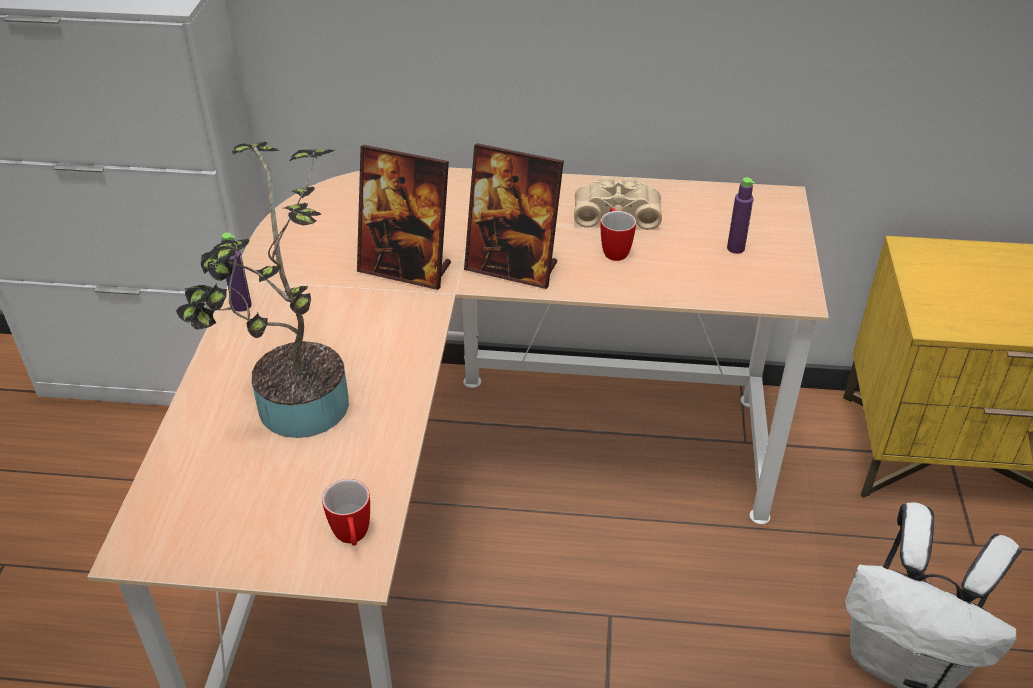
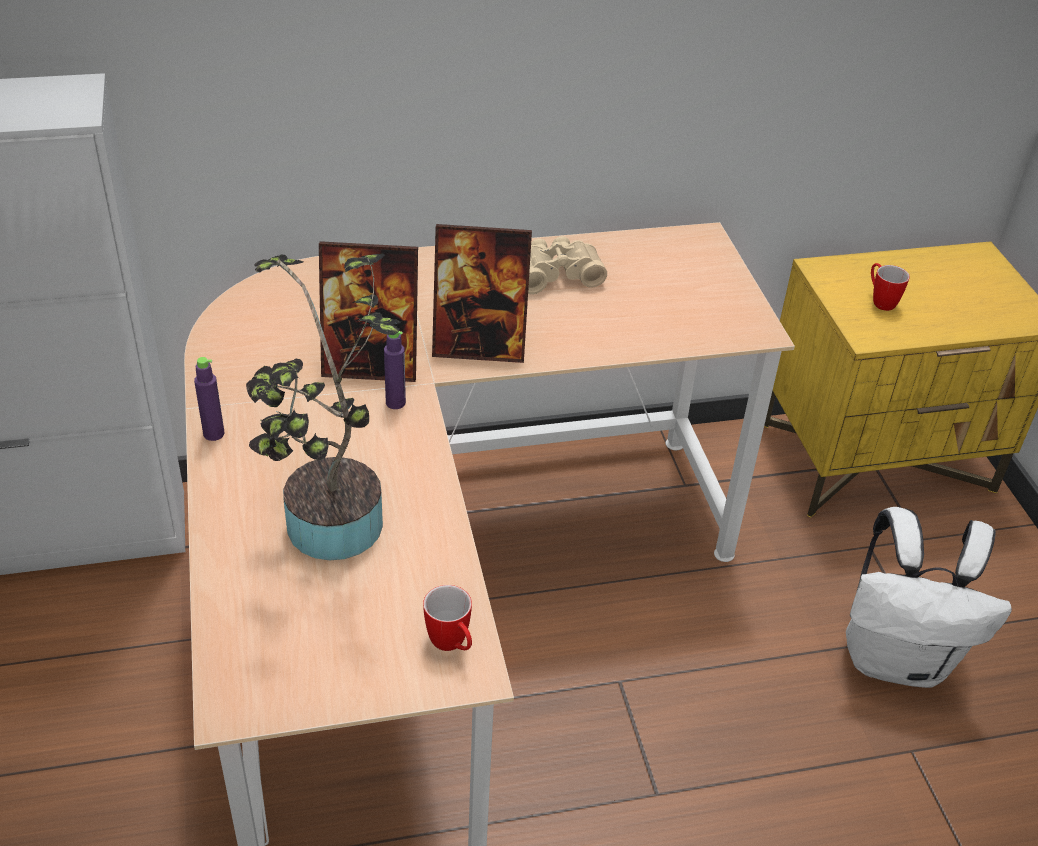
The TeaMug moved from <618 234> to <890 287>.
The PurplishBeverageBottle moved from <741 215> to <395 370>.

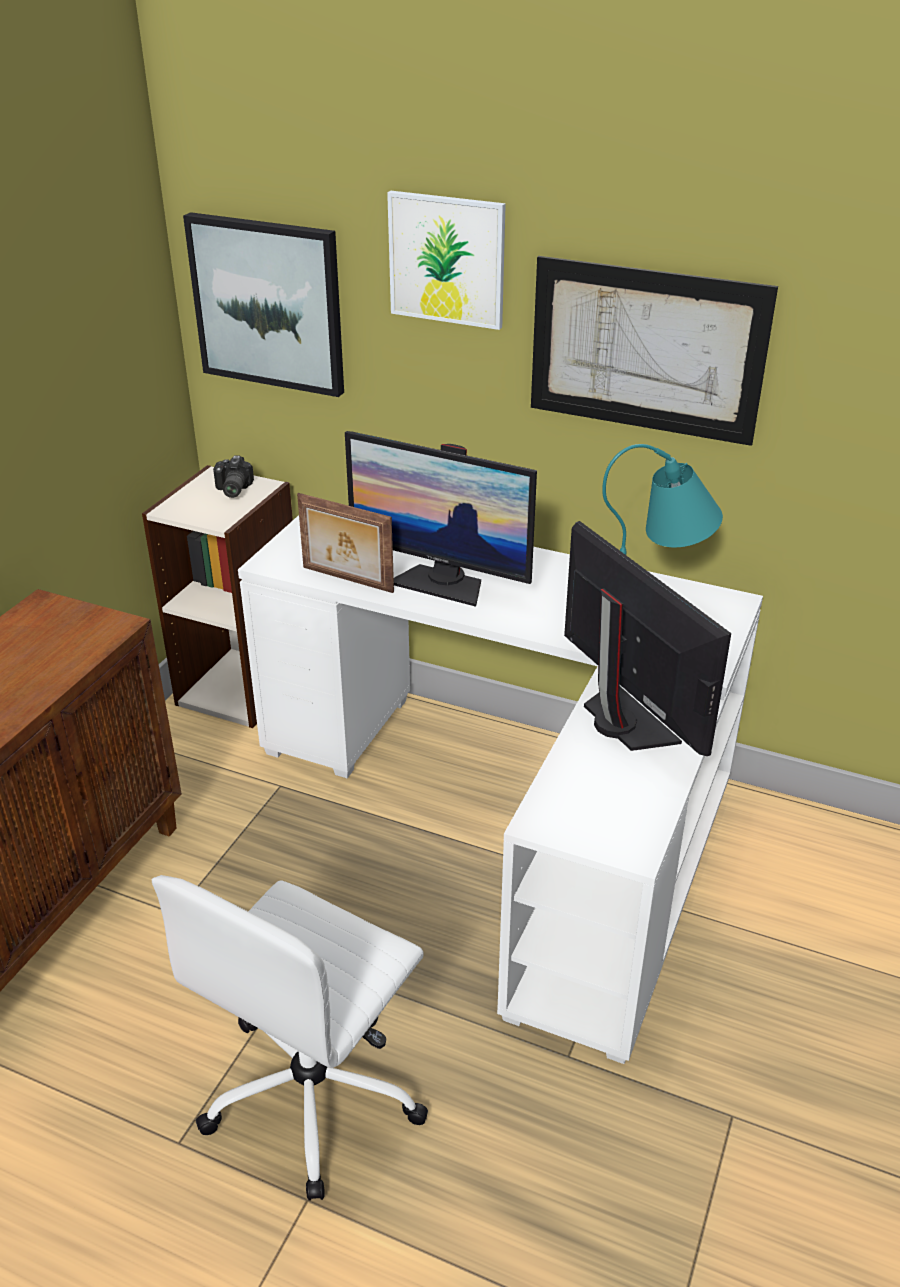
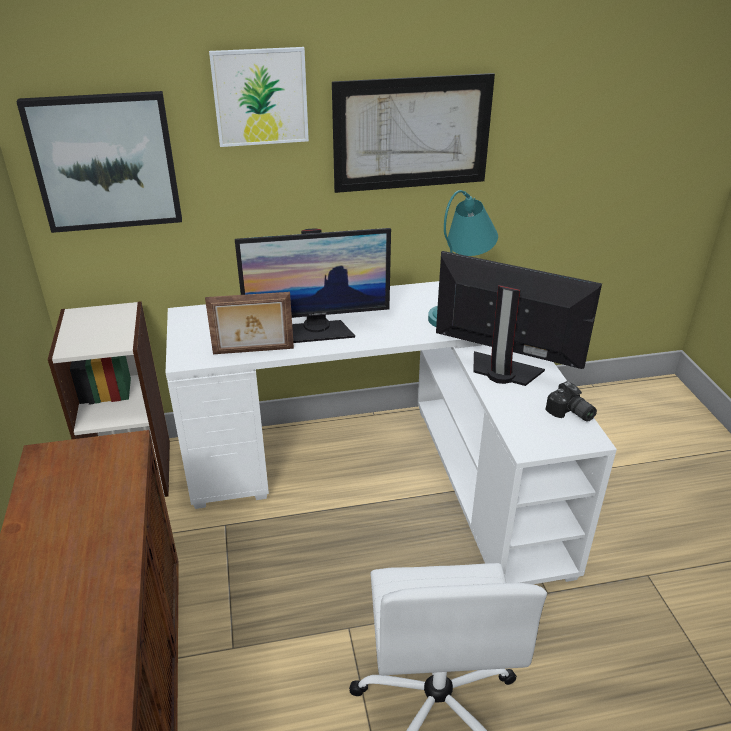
The PhotoCamera moved from <233 477> to <571 401>.

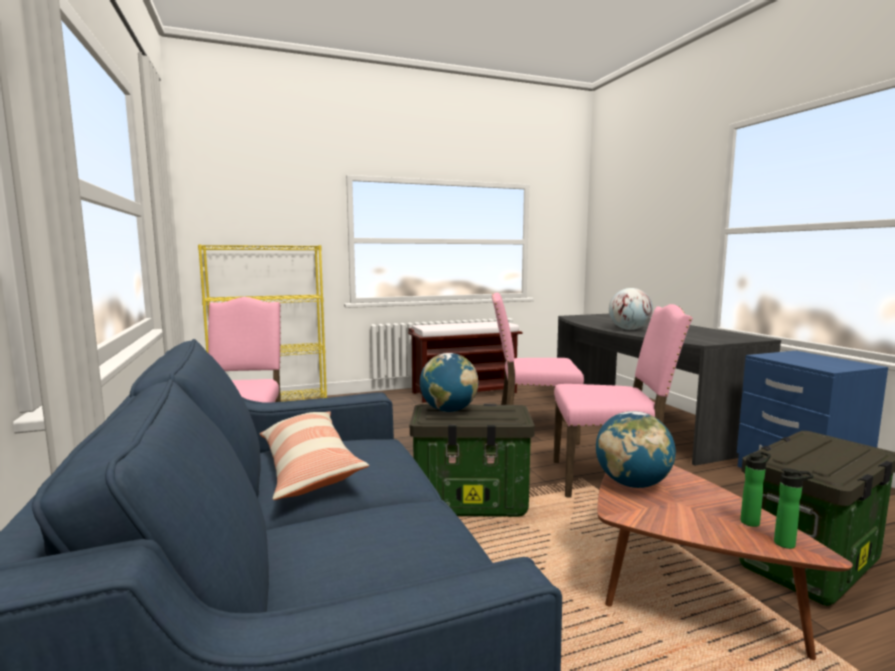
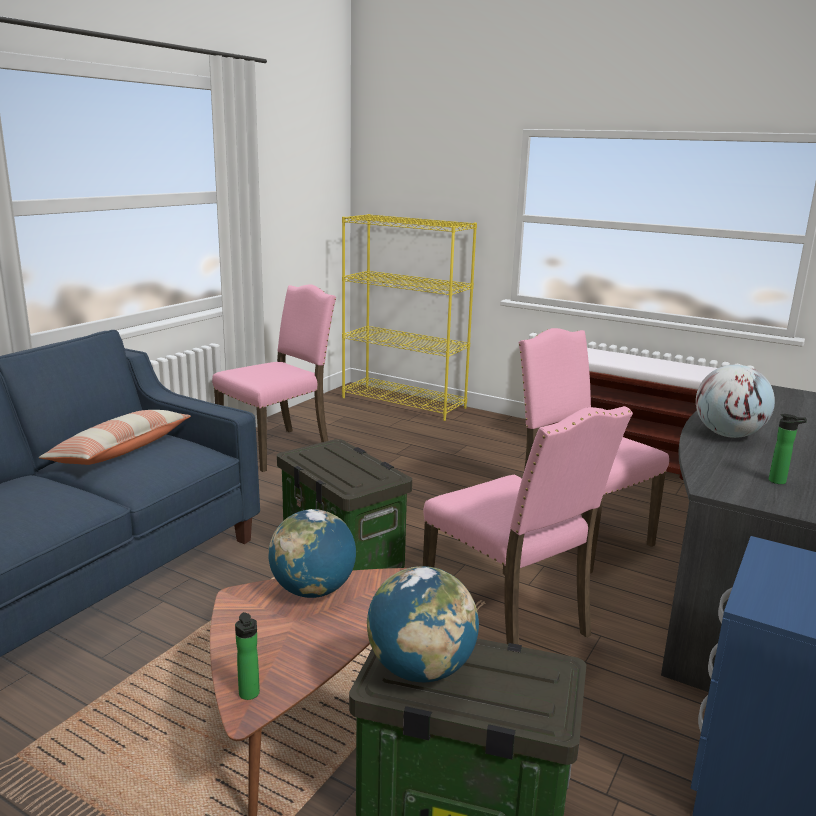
The WorldGlobe moved from <449 382> to <423 624>.
The BeverageBottle moved from <755 489> to <788 449>.

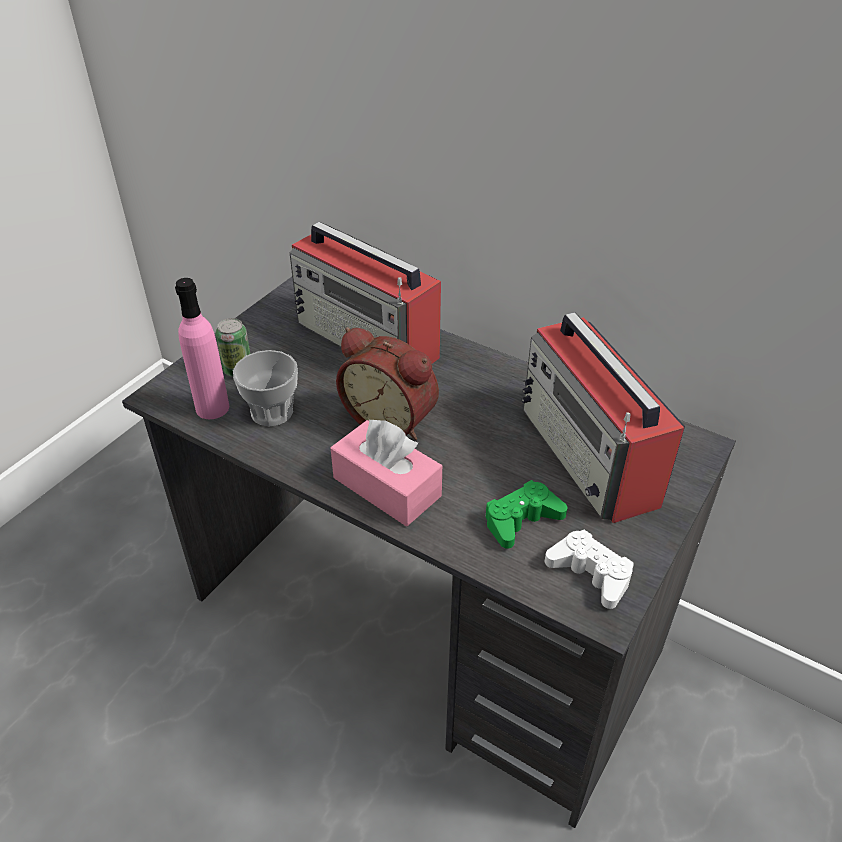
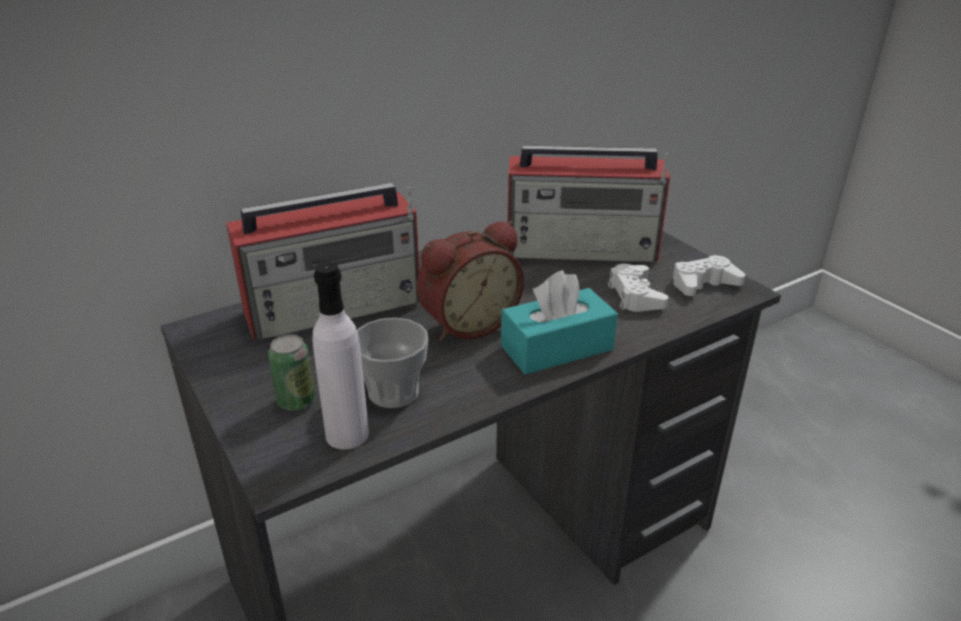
The PinkColouredBeverageBottle at <202 348> became the WhitishBeverageBottle at <340 355>.
The PinkColouredTissueHolder at <386 472> became the TurquoiseColouredTissueHolder at <559 322>.
The GreenishGamepad at <526 514> became the WhitishGamepad at <638 288>.

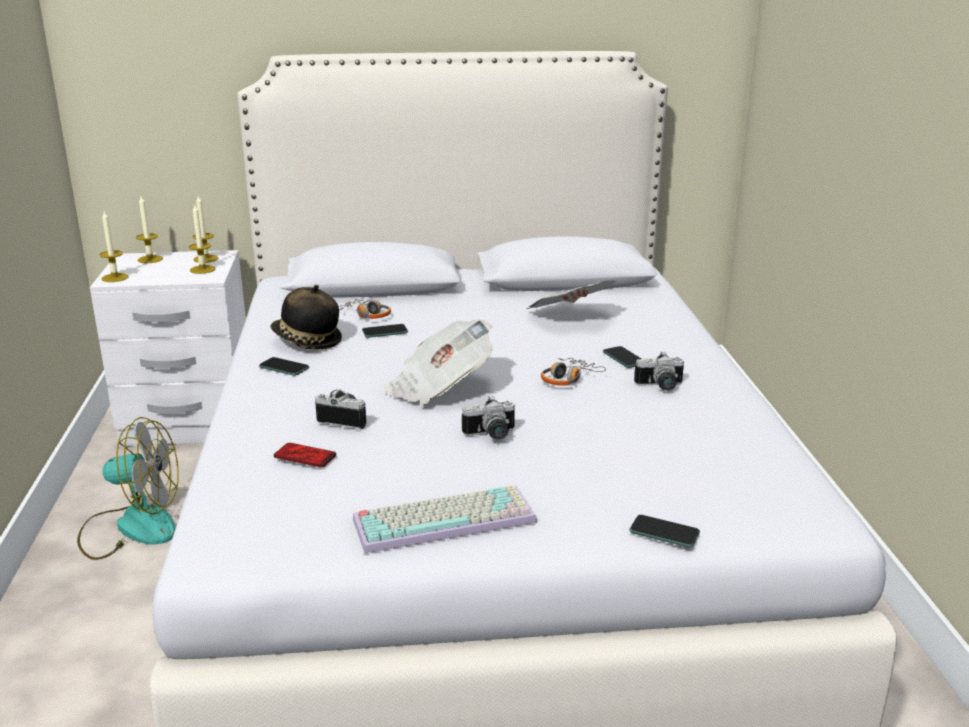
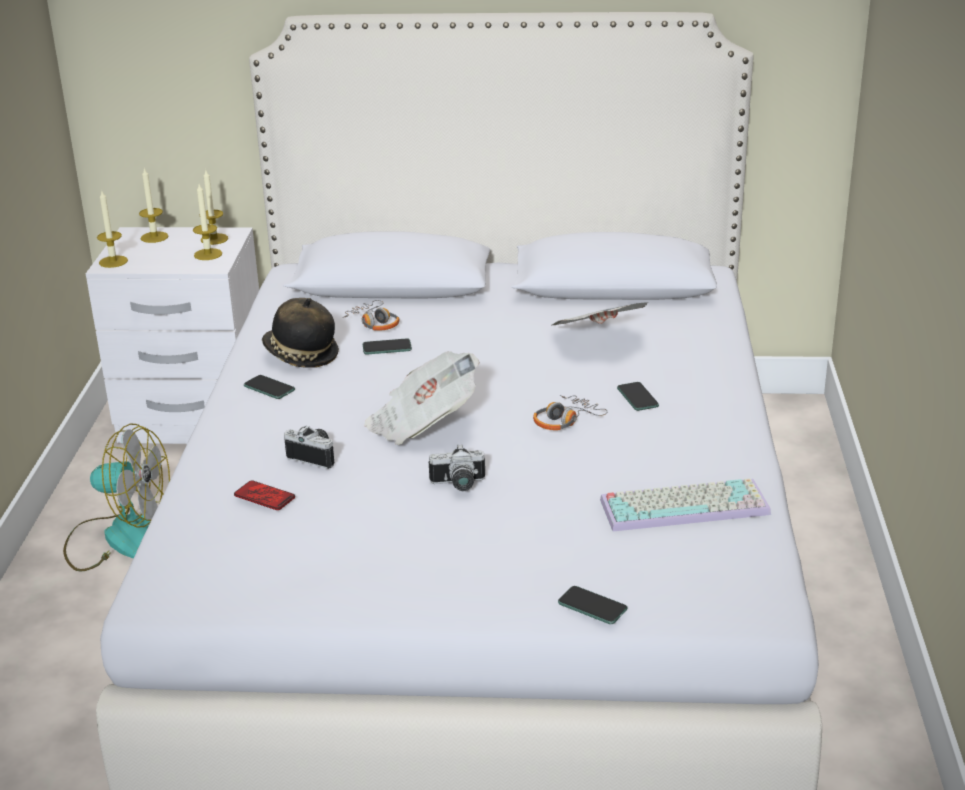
The PcKeyboard moved from <445 519> to <685 504>.
The PhotoCamera at <659 371> disappeared.

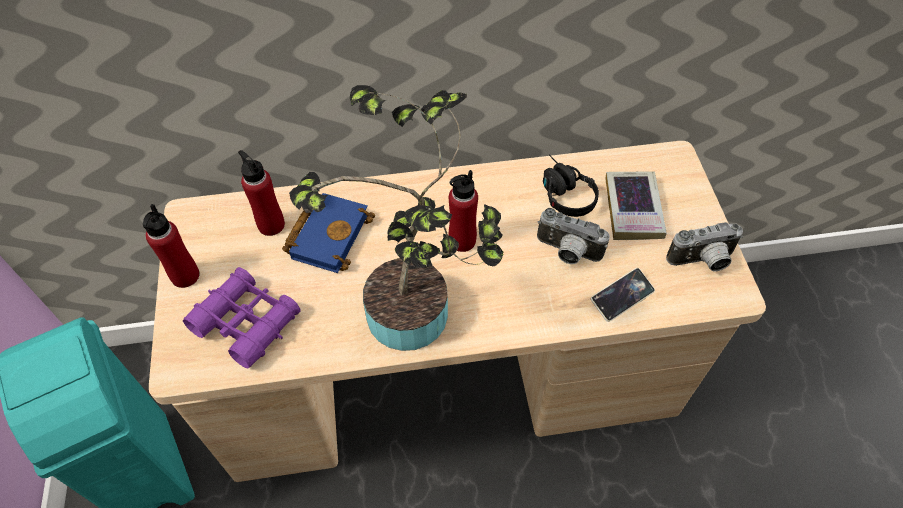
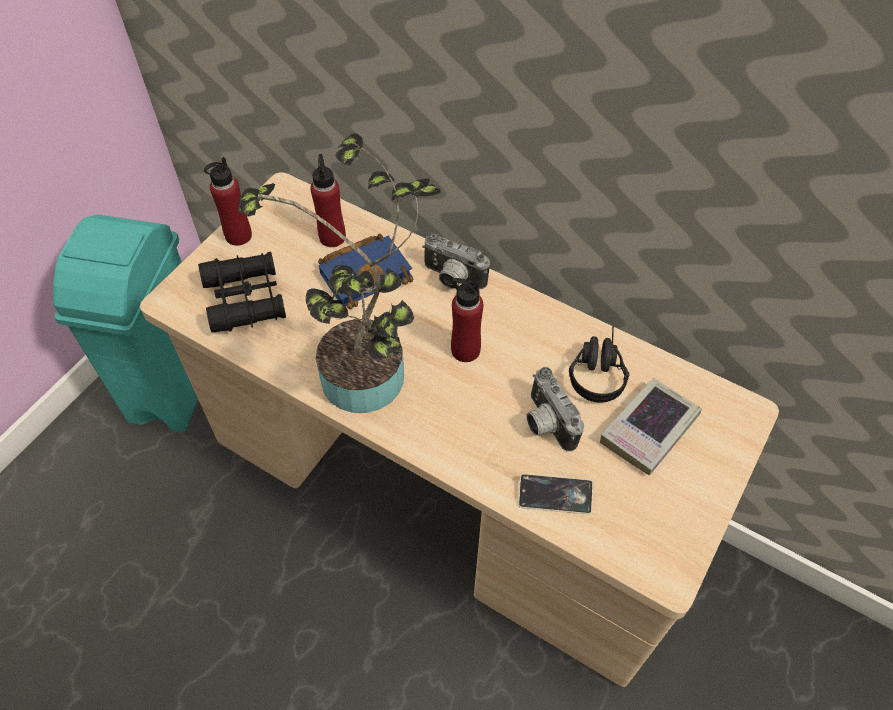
The PurplishBinoculars at <242 317> became the BlackishBinoculars at <242 292>.
The PhotoCamera moved from <704 246> to <456 260>.

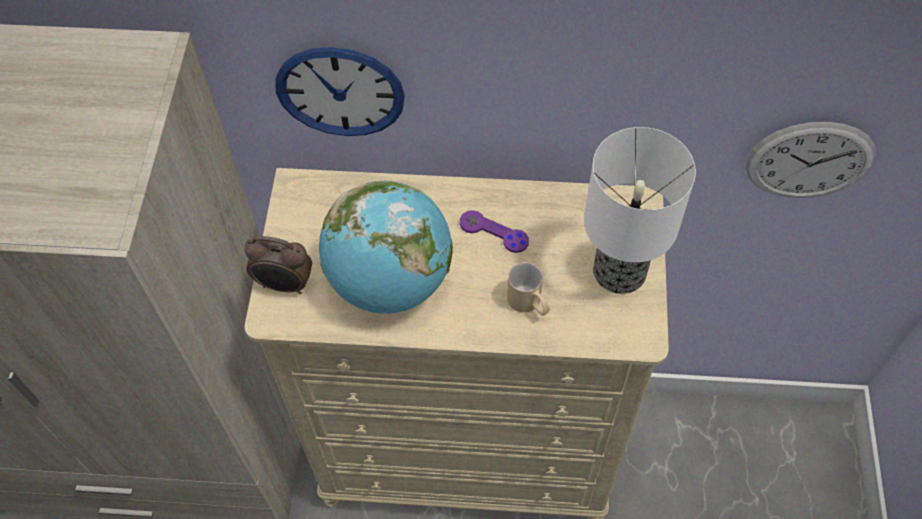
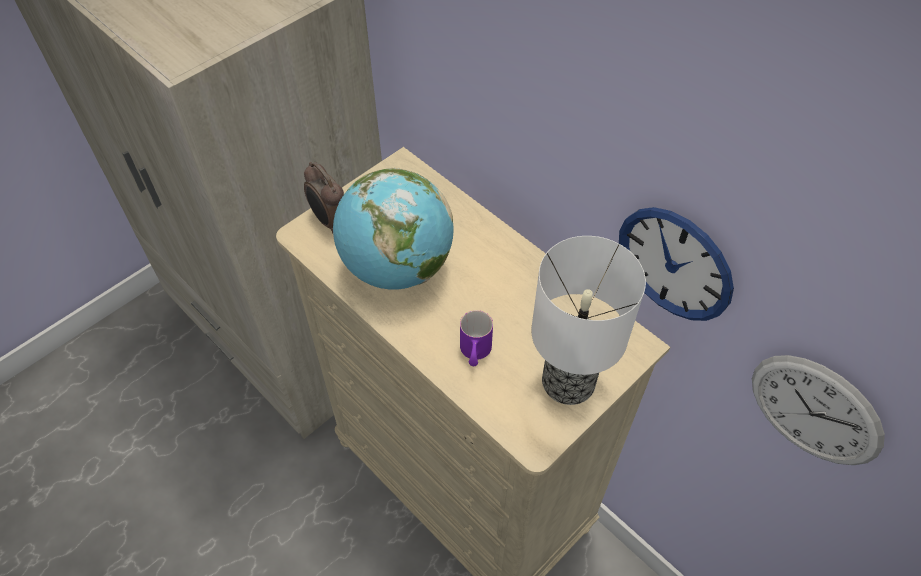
The WallClock moved from <340 91> to <676 264>.
The PurplishGamepad at <494 231> disappeared.
The BeigeColouredTeaMug at <528 289> became the PurplishTeaMug at <476 338>.

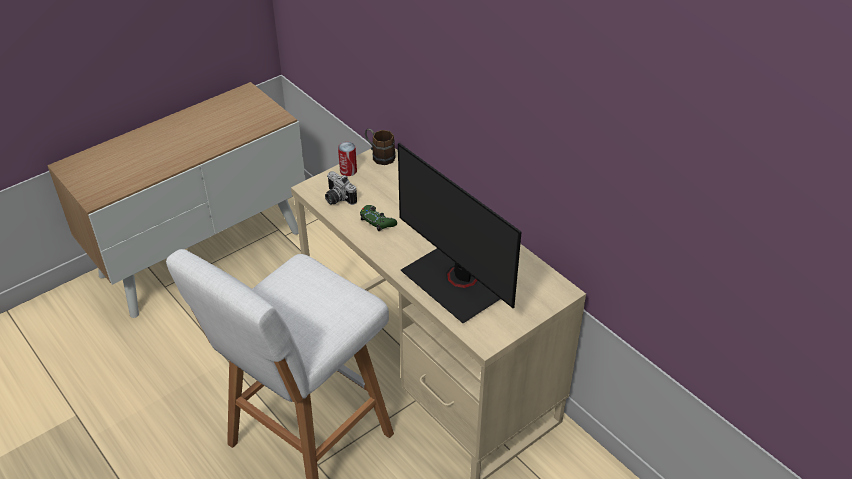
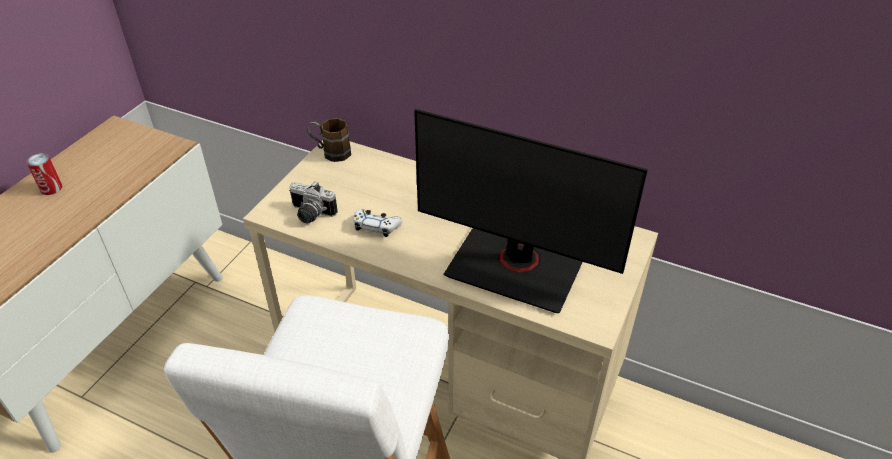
The MetalCan moved from <347 159> to <44 174>.
The GreenishGamepad at <378 218> became the WhitishGamepad at <377 223>.

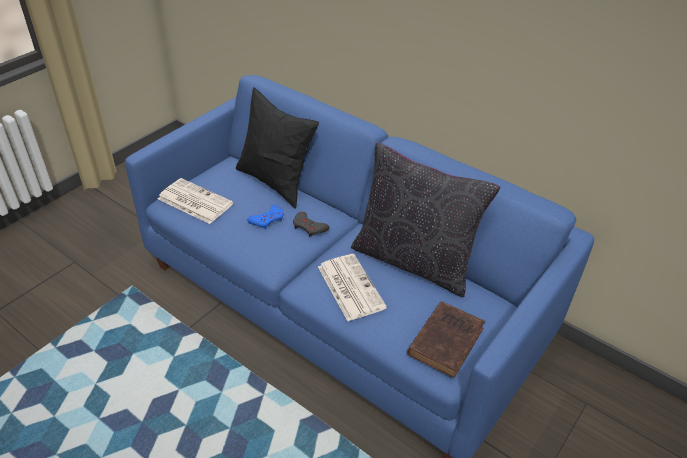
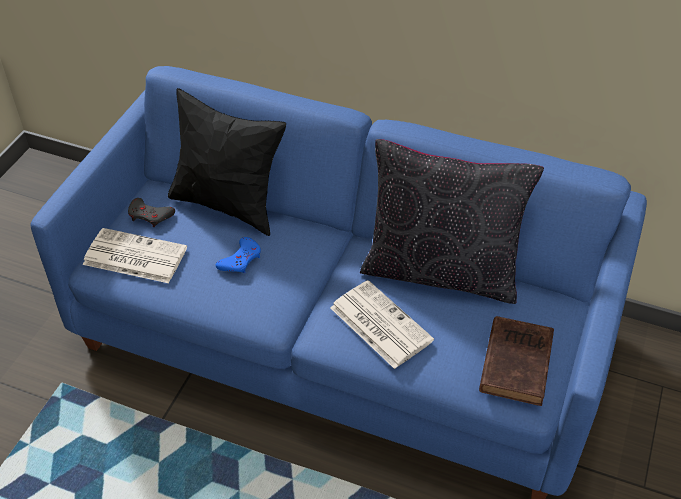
The GreyGamepad moved from <311 224> to <151 212>.

